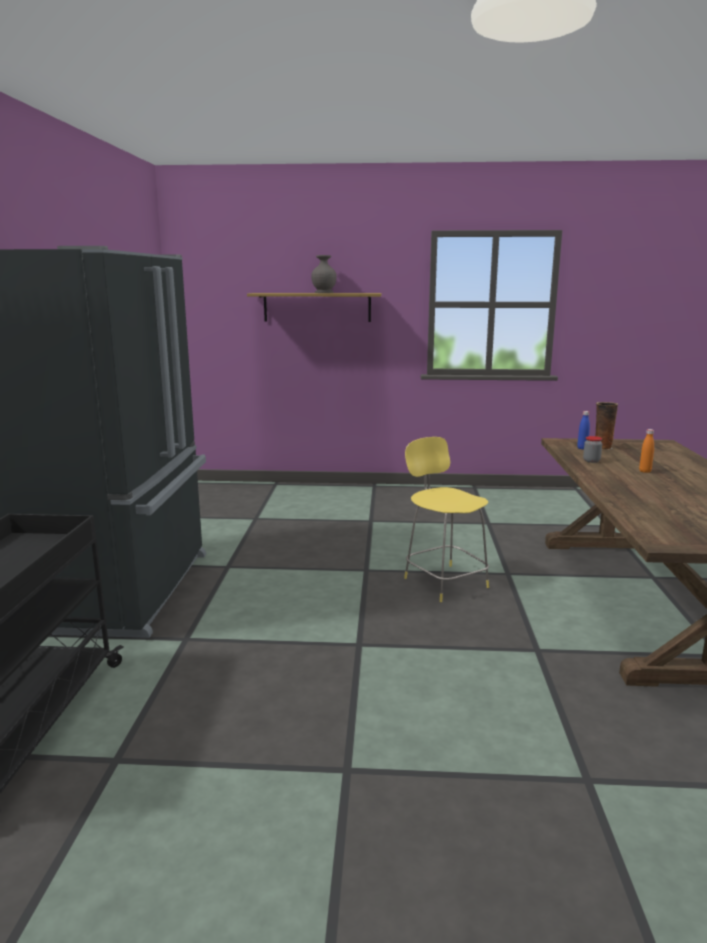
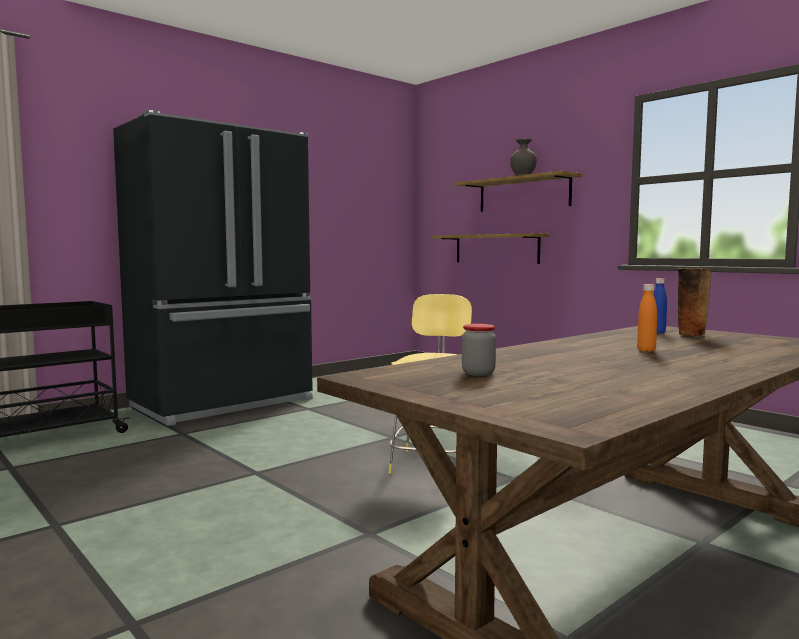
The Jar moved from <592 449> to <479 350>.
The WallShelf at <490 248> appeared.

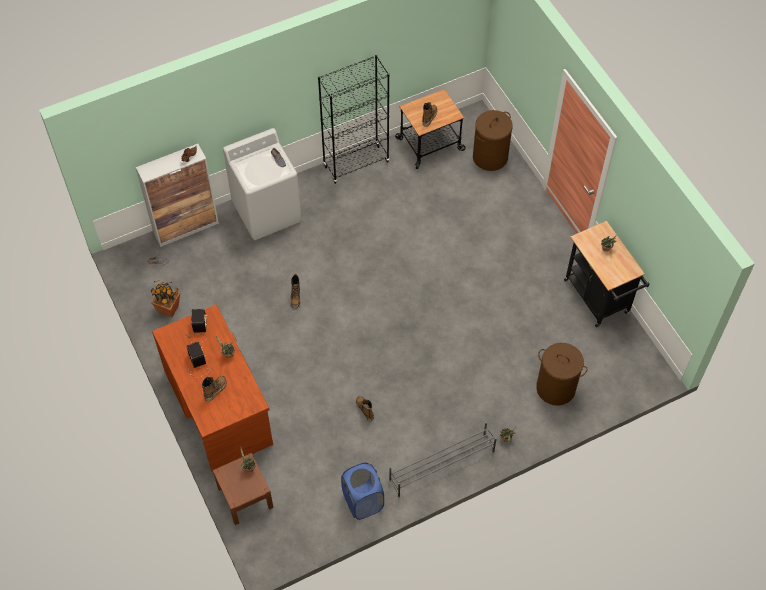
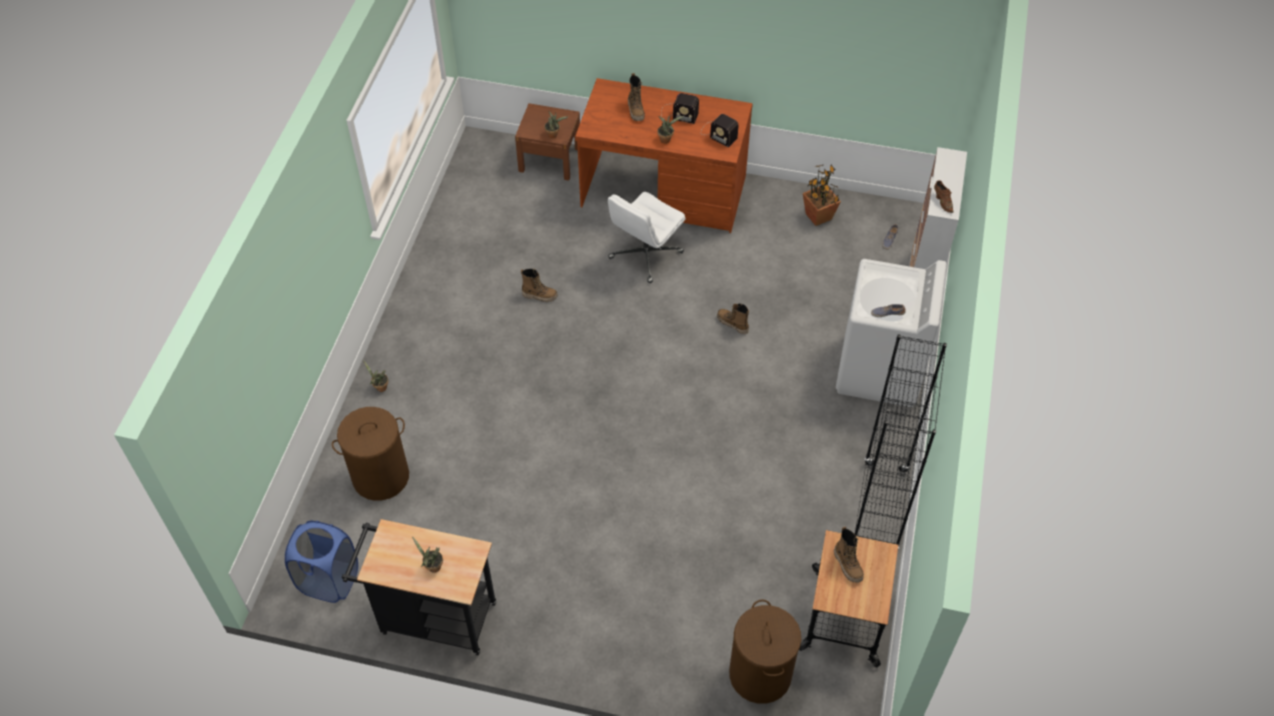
The BlueColouredWashingBasket moved from <362 491> to <321 562>.
The GreyShoeStand at <443 459> disappeared.
The WhitishDeskChair at <647 237> appeared.

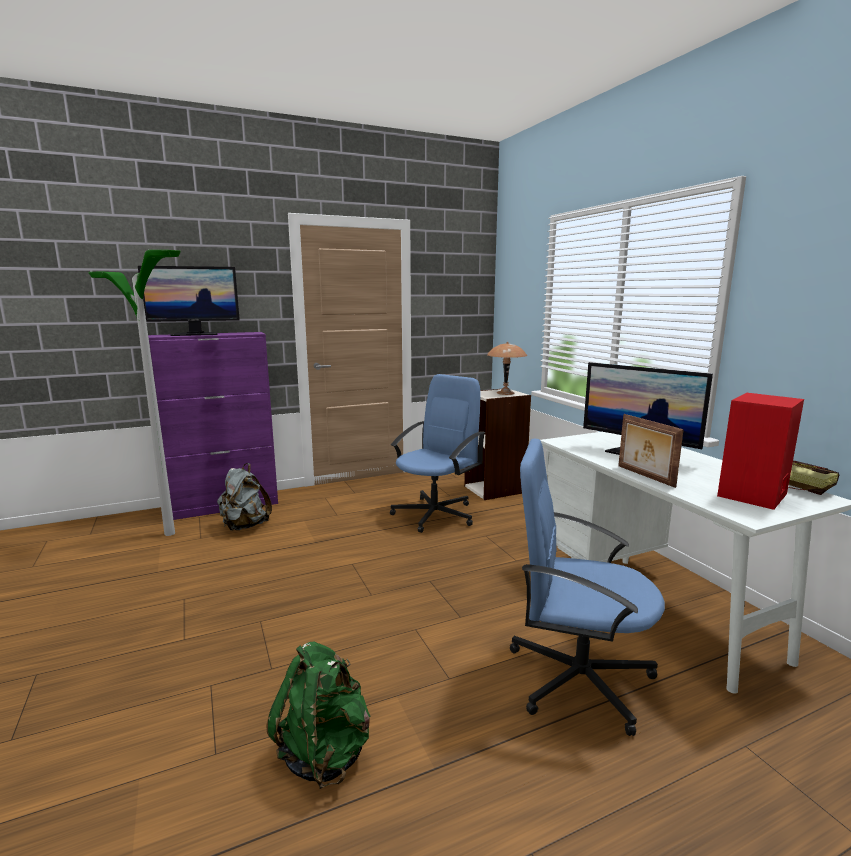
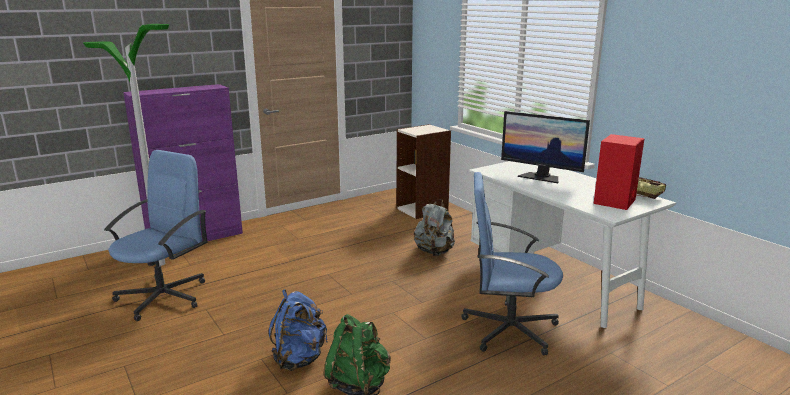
The Monitor at <189 301> disappeared.
The GreyKnapsack moved from <244 497> to <434 227>.
The BlueColouredDeskChair moved from <437 453> to <156 235>.
The BrownishTabletopLamp at <507 368> disappeared.
The StandingFrame at <651 451> disappeared.
The BlueColouredKnapsack at <298 330> appeared.

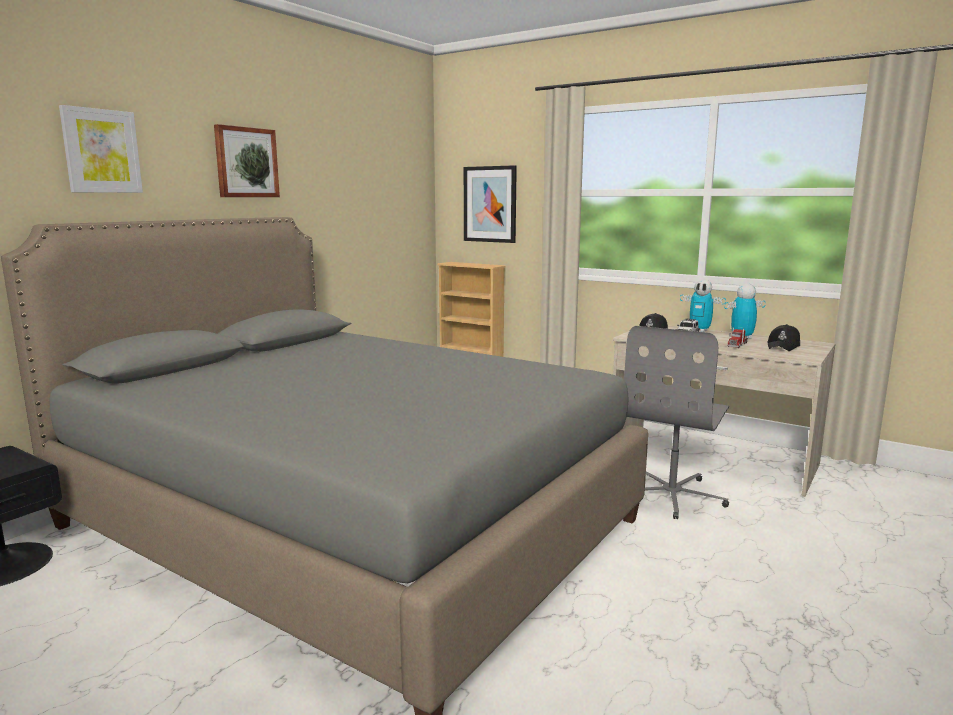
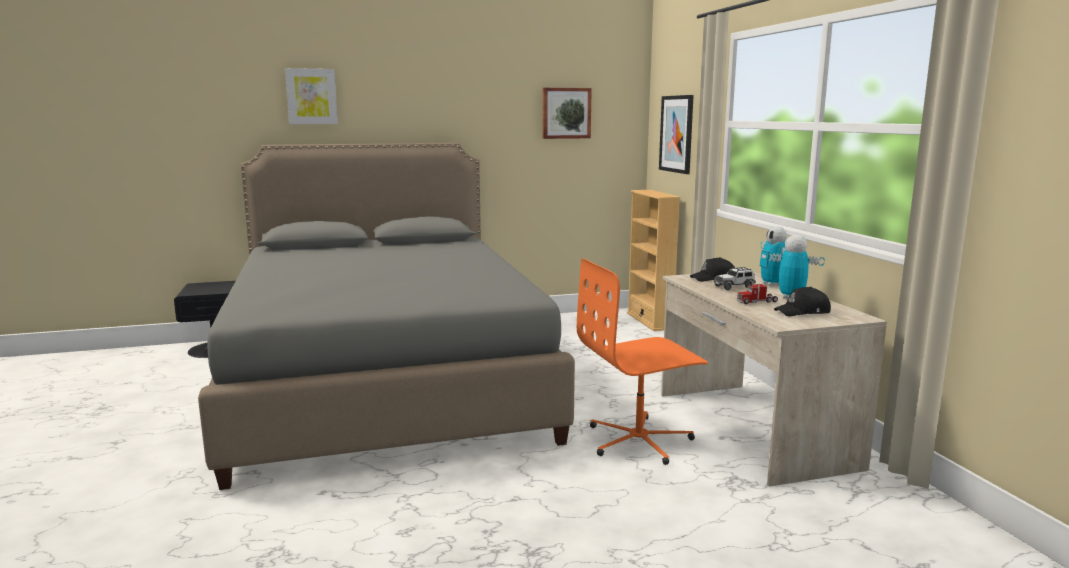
The WallArt moved from <247 160> to <567 113>.
The GreyDeskChair at <676 422> became the OrangeColouredDeskChair at <642 361>.

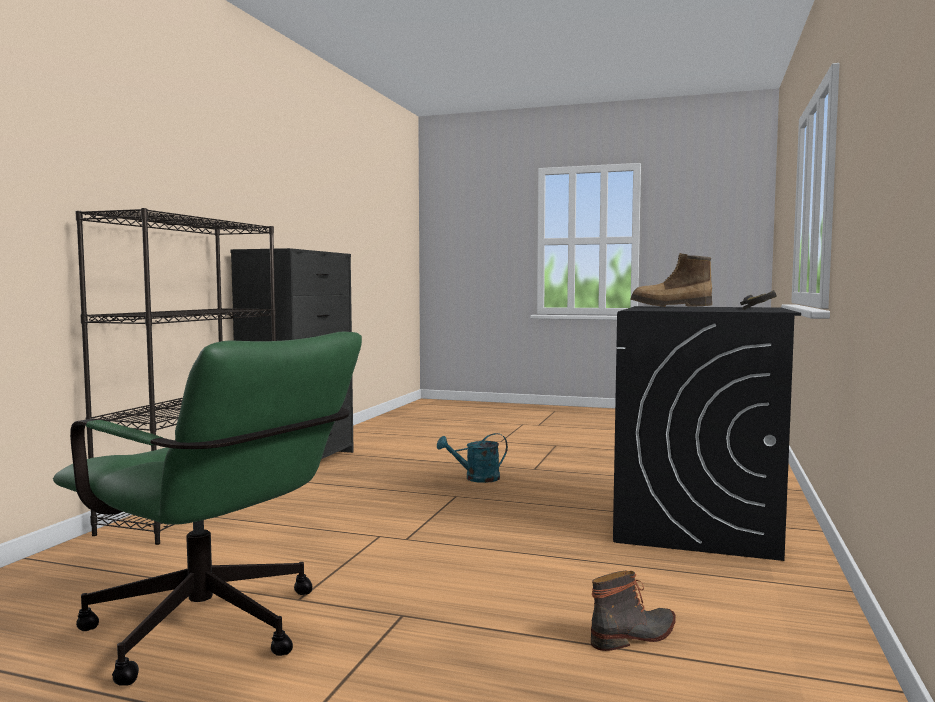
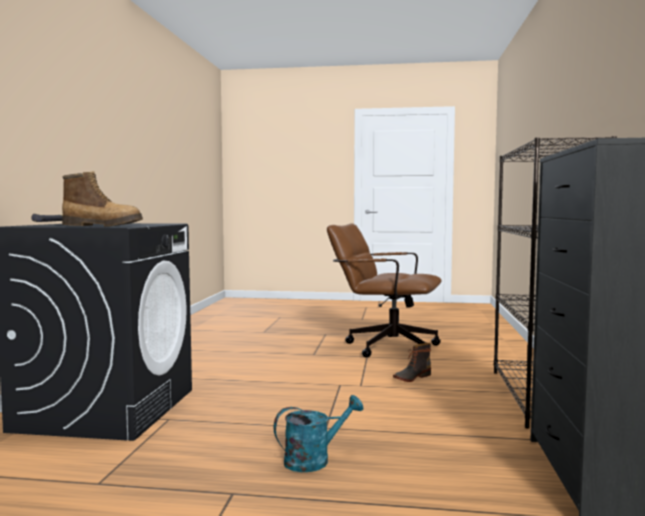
The GreenishDeskChair at <207 509> became the BrownishDeskChair at <384 290>.
The Boot moved from <633 611> to <412 362>.

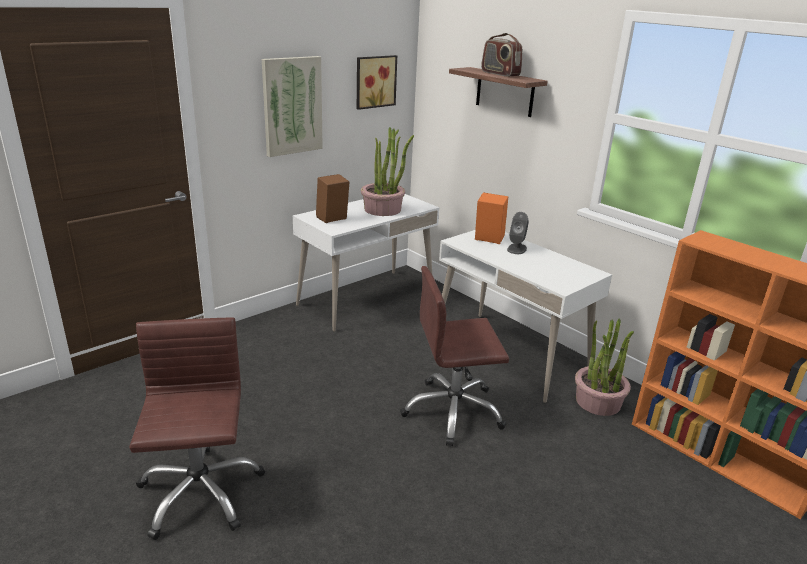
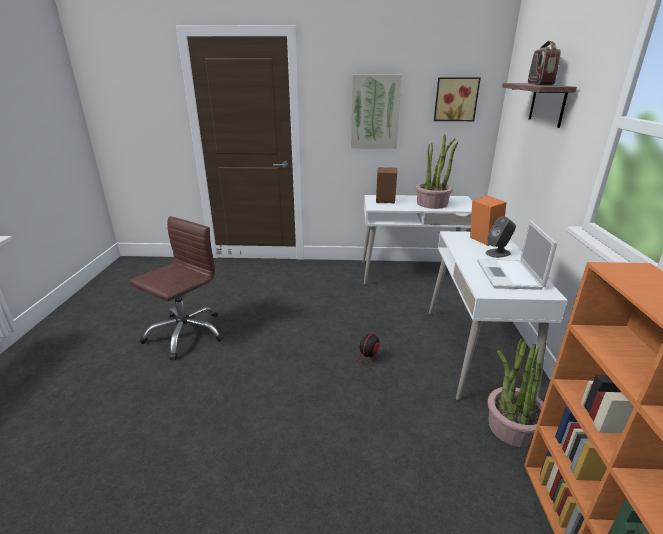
The BrownishDeskChair at <454 356> was replaced by the ElectricFan at <385 361>.
The PortableComputer at <517 255> appeared.

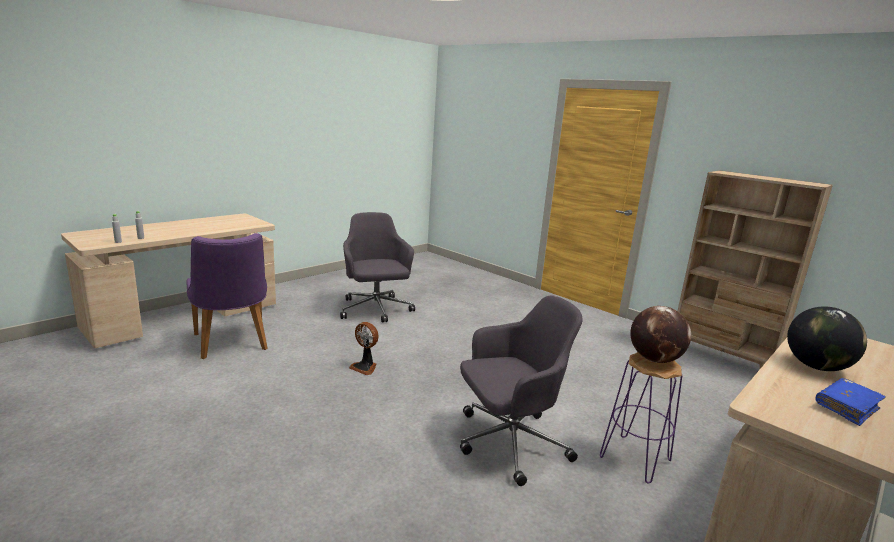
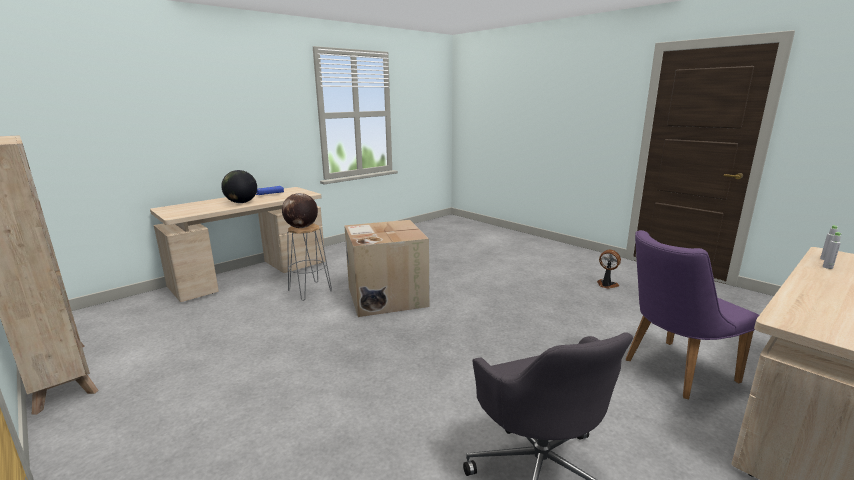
The PurplishPlainChair at <227 296> turned 90 degrees counterclockwise.
The ElectricFan moved from <364 348> to <609 269>.
The GreyDeskChair at <521 390> was replaced by the PackingBox at <387 268>.
The PurplishSittingStool at <641 418> became the GreySittingStool at <309 262>.

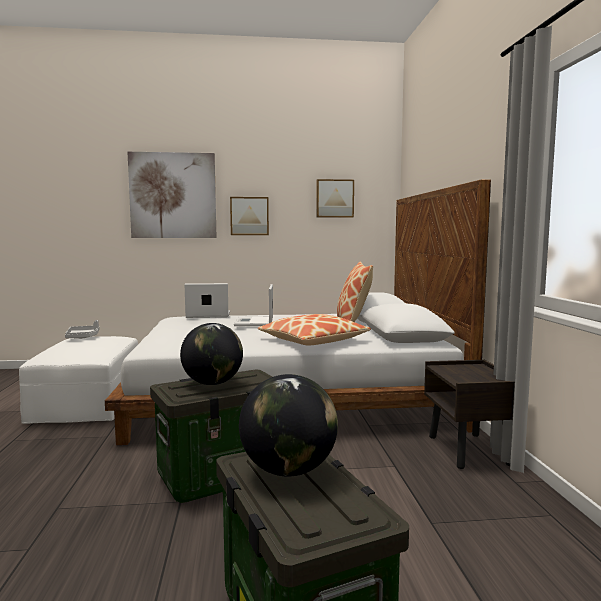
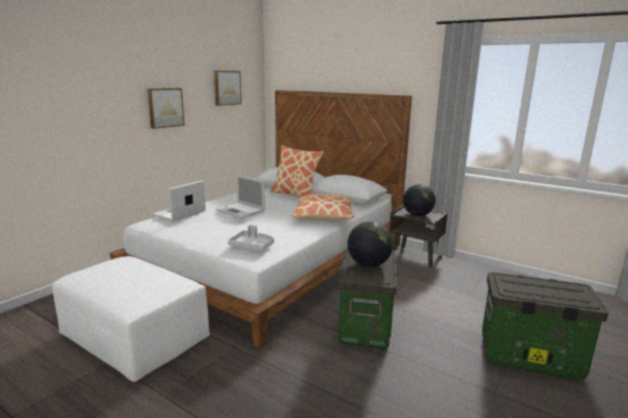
The GreyCarryingTray moved from <82 329> to <251 238>.
The WallArt at <172 195> disappeared.
The WorldGlobe moved from <288 425> to <419 200>.

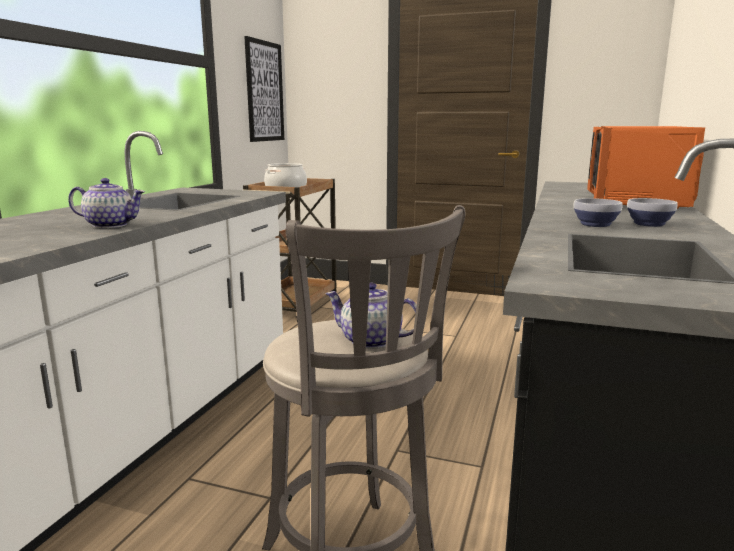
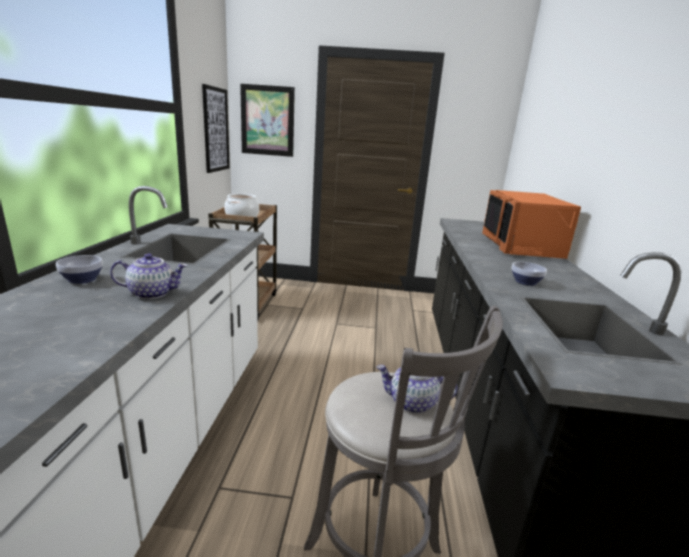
The DeepDish moved from <652 212> to <79 269>.
The WallArt at <267 120> appeared.

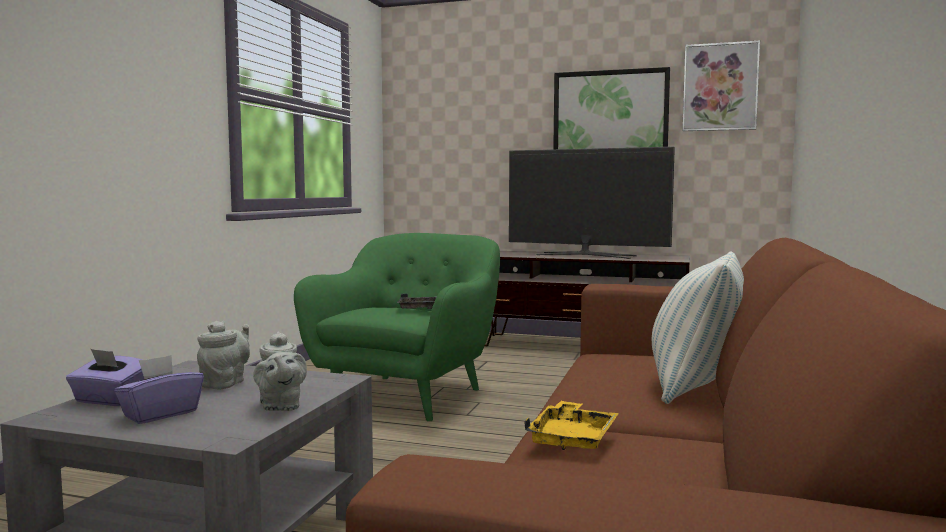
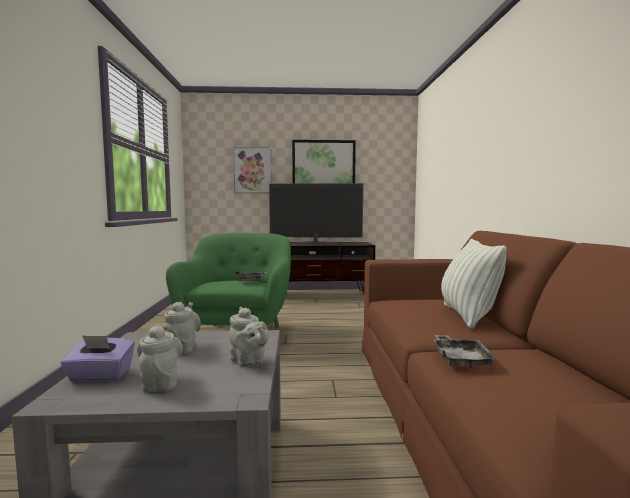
The PurplishTissueHolder at <159 389> was replaced by the GreyTeapot at <160 358>.
The YellowCarryingTray at <571 425> became the GreyCarryingTray at <465 351>.
The WallArt moved from <721 86> to <252 170>.

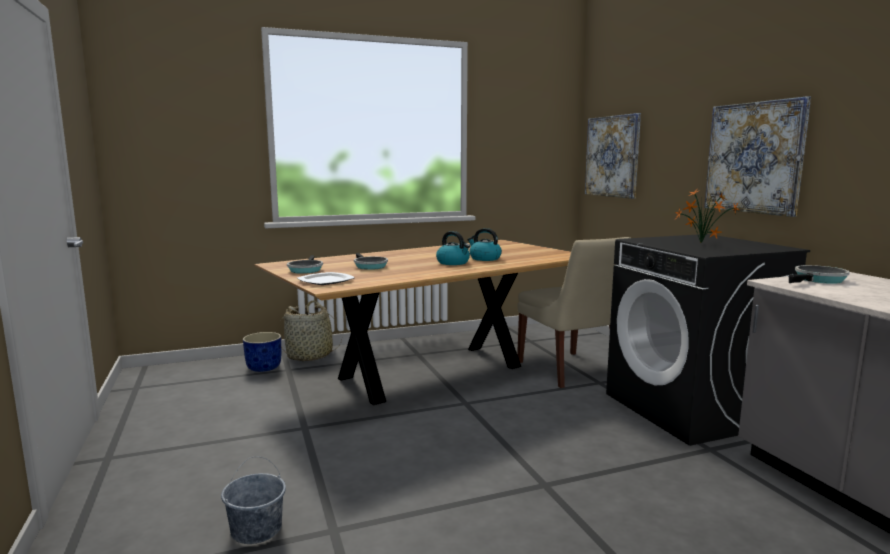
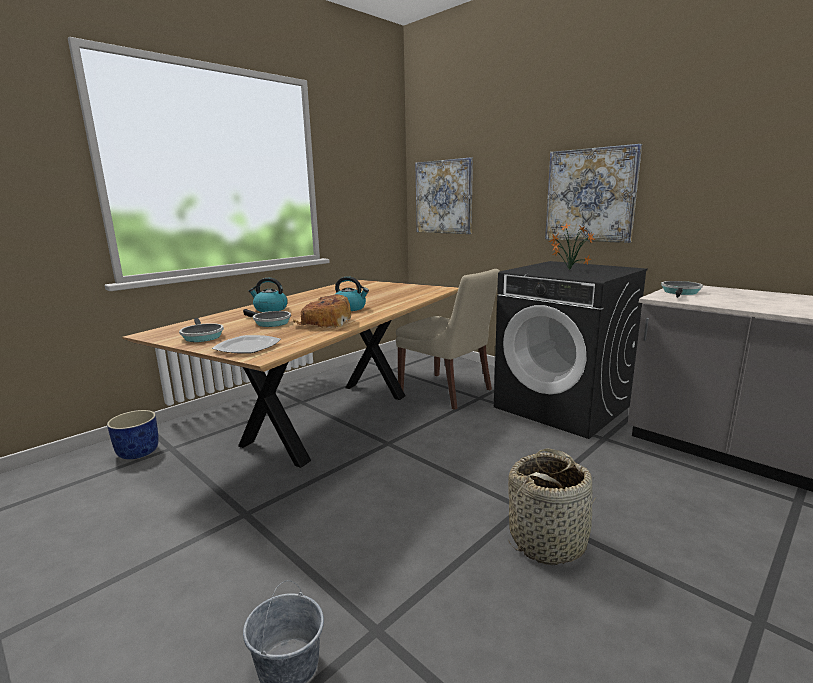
The StorageBasket moved from <311 330> to <552 506>.
The TeaKettle moved from <485 244> to <268 295>.
The BakeryBread at <322 311> appeared.

